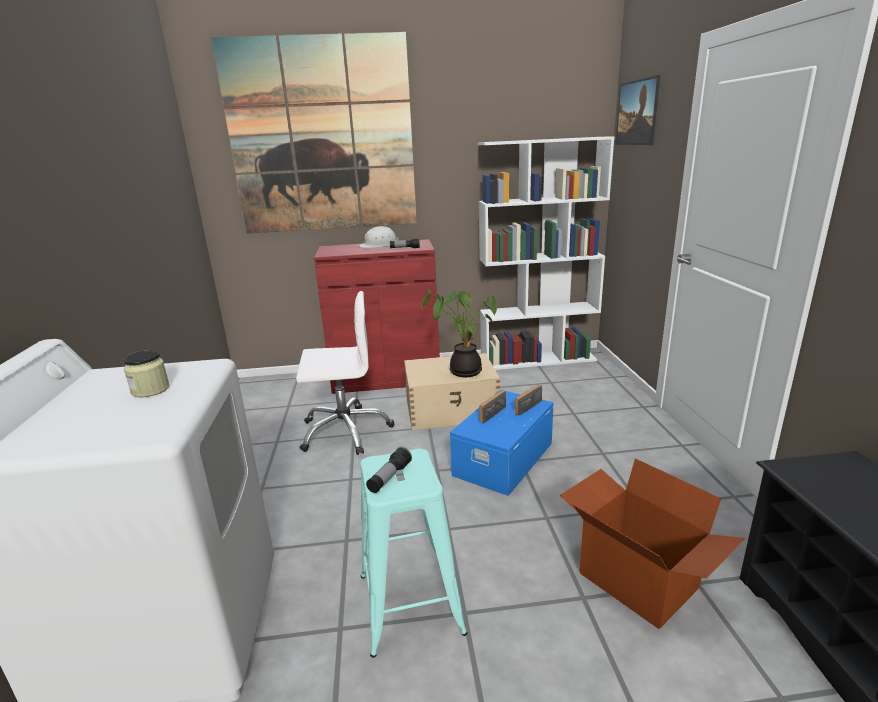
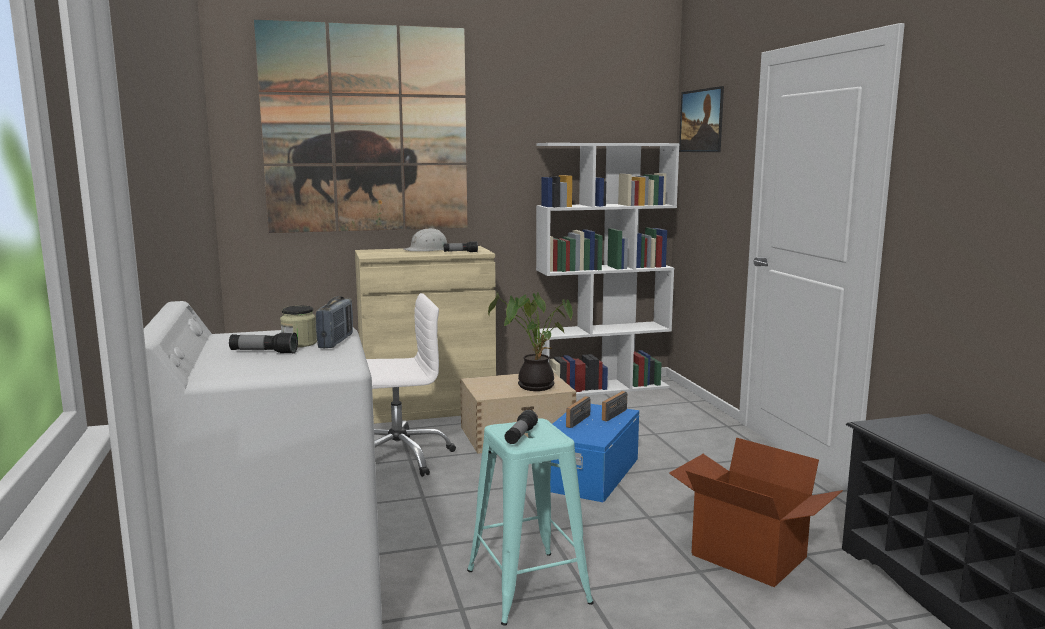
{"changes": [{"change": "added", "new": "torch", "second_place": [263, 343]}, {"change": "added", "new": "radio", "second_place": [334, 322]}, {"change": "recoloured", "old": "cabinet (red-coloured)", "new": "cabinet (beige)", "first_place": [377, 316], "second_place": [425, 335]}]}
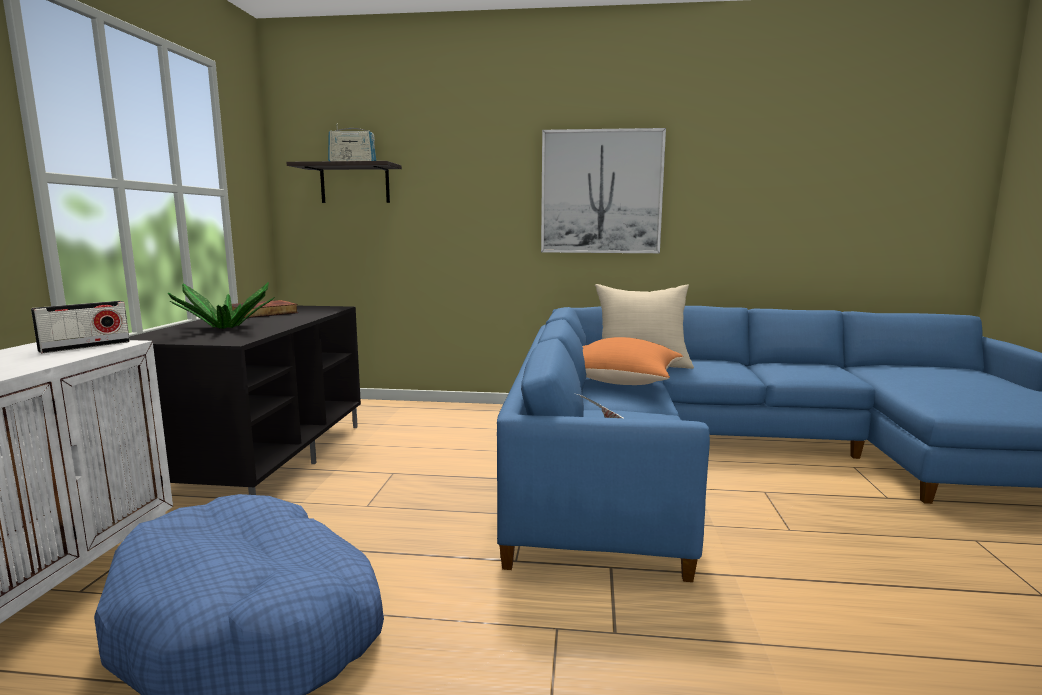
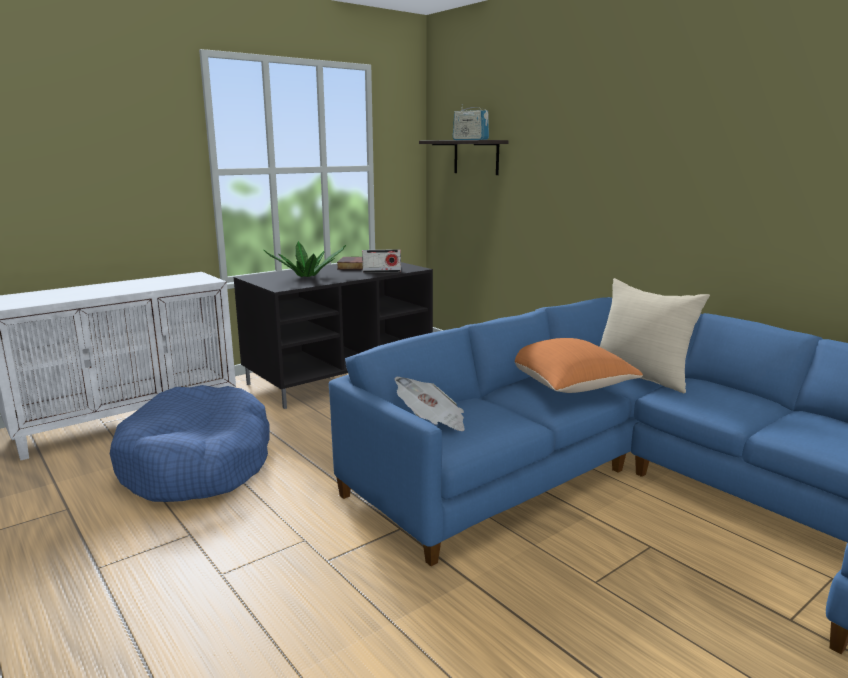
{"changes": [{"change": "moved", "old": "radio", "first_place": [80, 327], "second_place": [381, 261]}, {"change": "removed", "old": "picture", "first_place": [603, 190]}]}
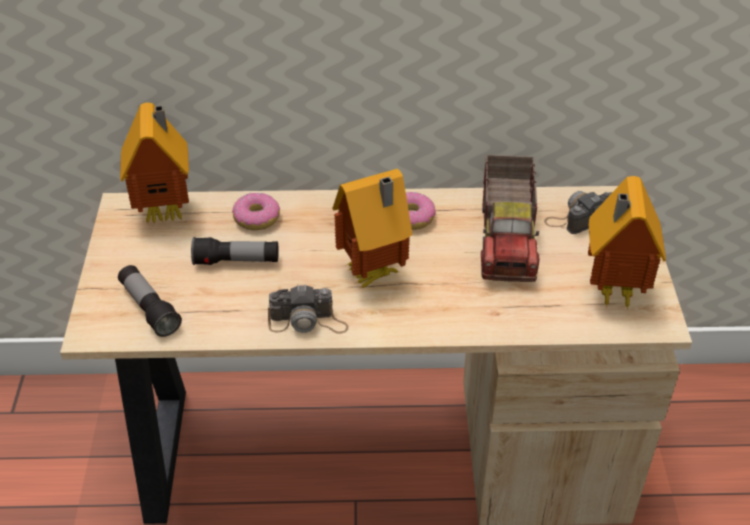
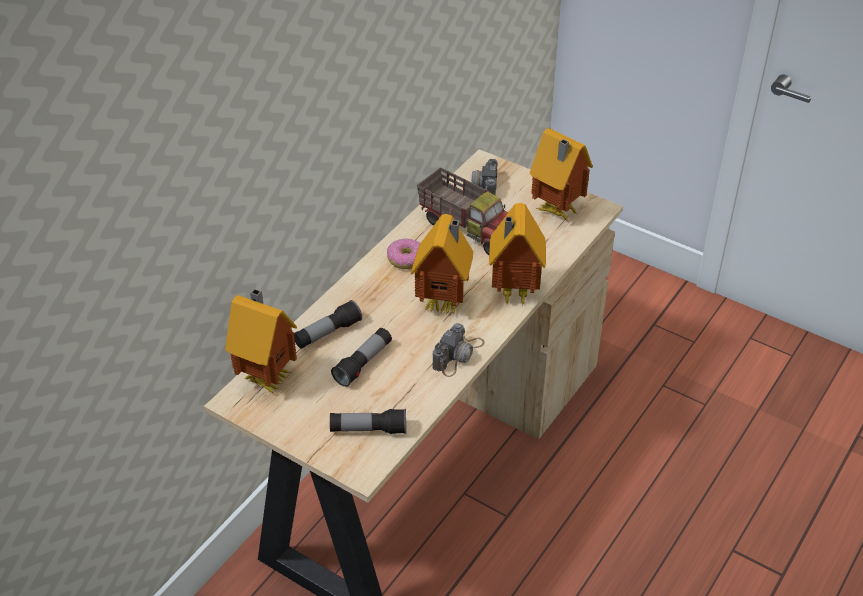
{"changes": [{"change": "replaced", "old": "ring doughnut", "new": "torch", "first_place": [256, 211], "second_place": [328, 324]}, {"change": "added", "new": "model house", "second_place": [517, 254]}]}
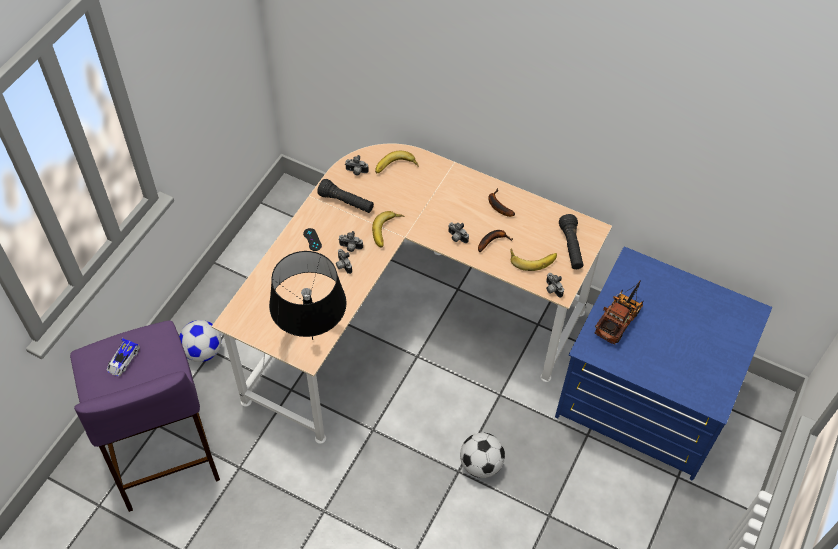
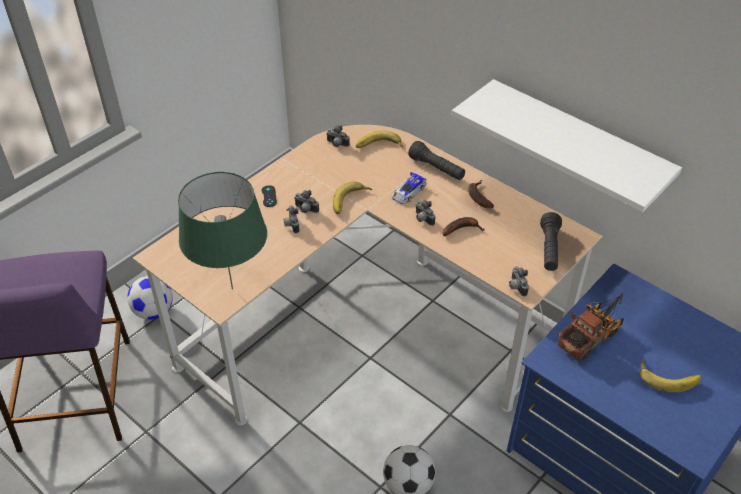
{"changes": [{"change": "recoloured", "old": "tabletop lamp (blackish)", "new": "tabletop lamp (green)", "first_place": [308, 295], "second_place": [222, 230]}, {"change": "moved", "old": "model car", "first_place": [123, 357], "second_place": [409, 188]}, {"change": "moved", "old": "torch (blackish)", "first_place": [345, 196], "second_place": [436, 160]}, {"change": "added", "new": "shelf (white)", "second_place": [566, 145]}, {"change": "moved", "old": "banana fruit", "first_place": [533, 259], "second_place": [670, 375]}]}
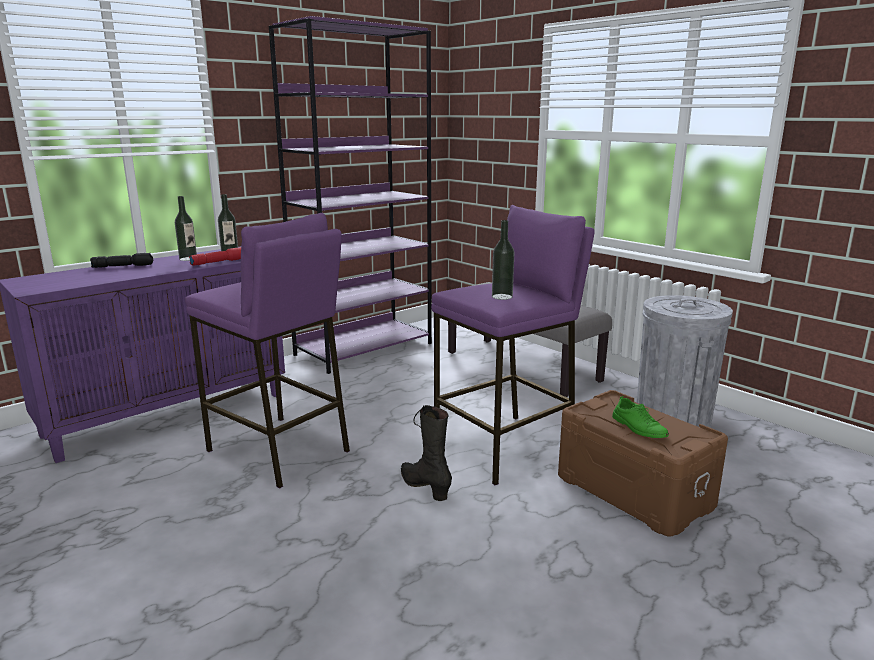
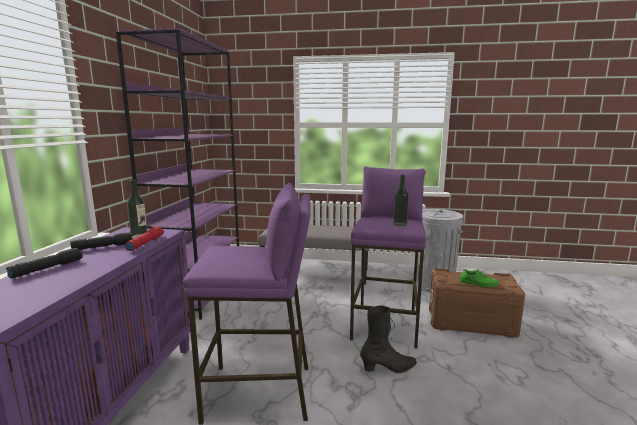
{"changes": [{"change": "replaced", "old": "drink bottle", "new": "torch (blackish)", "first_place": [186, 228], "second_place": [101, 241]}, {"change": "turned", "old": "boot (blackish)", "first_place": [426, 453], "second_place": [388, 339], "degrees": 150}]}
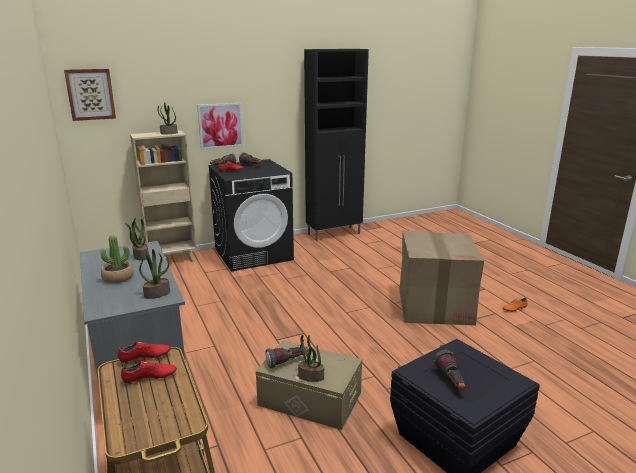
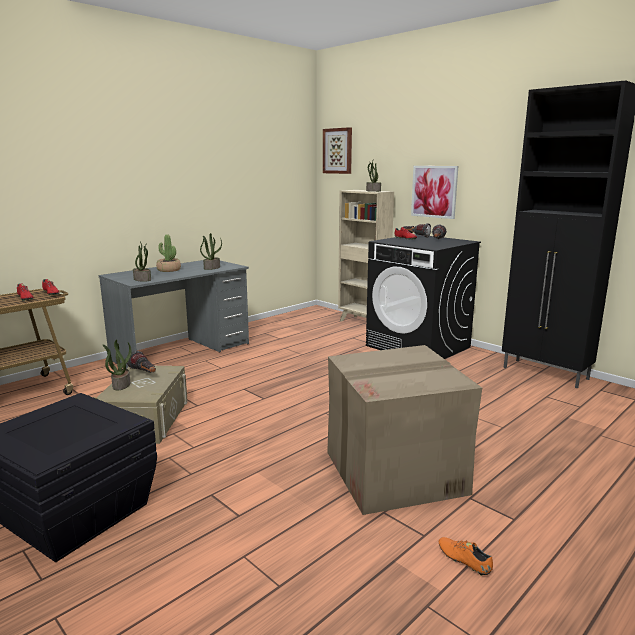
{"changes": [{"change": "removed", "old": "torch", "first_place": [449, 370]}]}
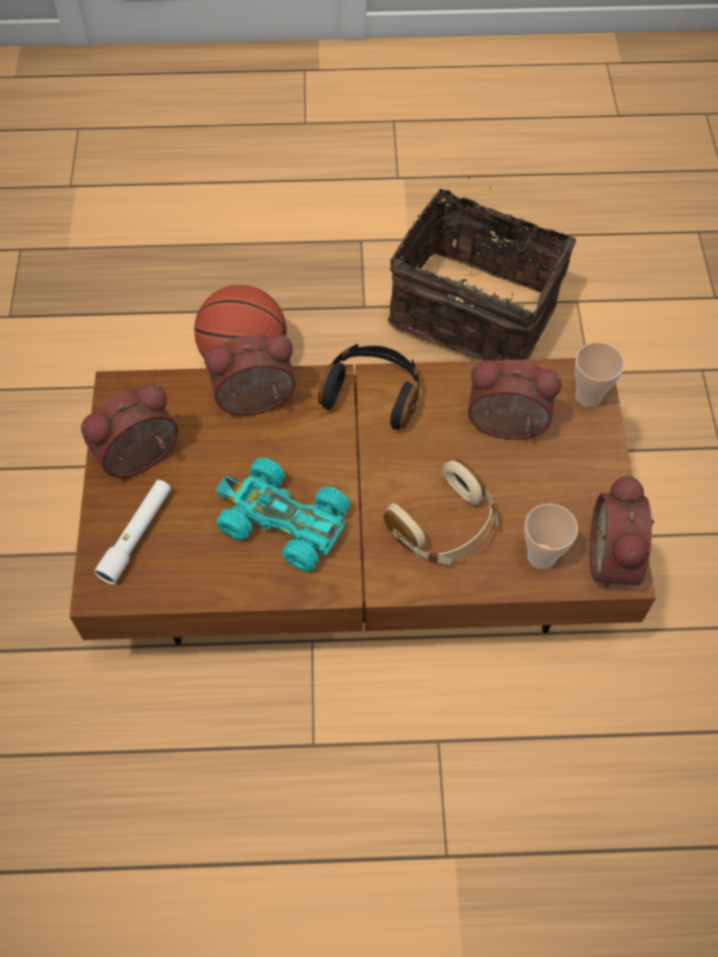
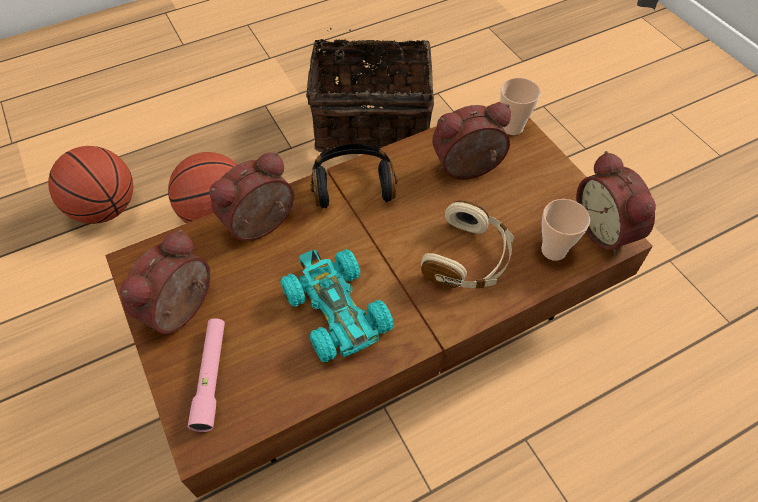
{"changes": [{"change": "added", "new": "basketball ball", "second_place": [90, 185]}, {"change": "recoloured", "old": "torch (white)", "new": "torch (pinkish)", "first_place": [132, 532], "second_place": [206, 375]}, {"change": "turned", "old": "model car (turquoise-coloured)", "first_place": [283, 515], "second_place": [337, 305], "degrees": 60}]}
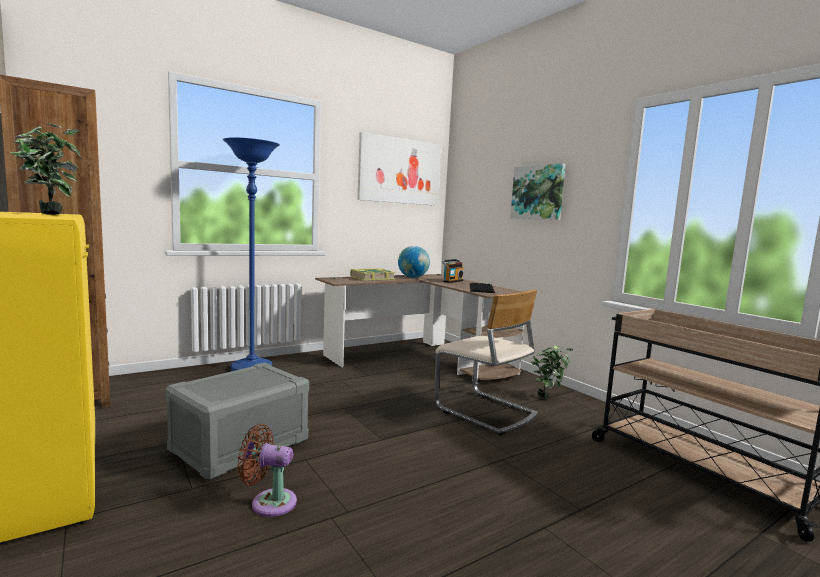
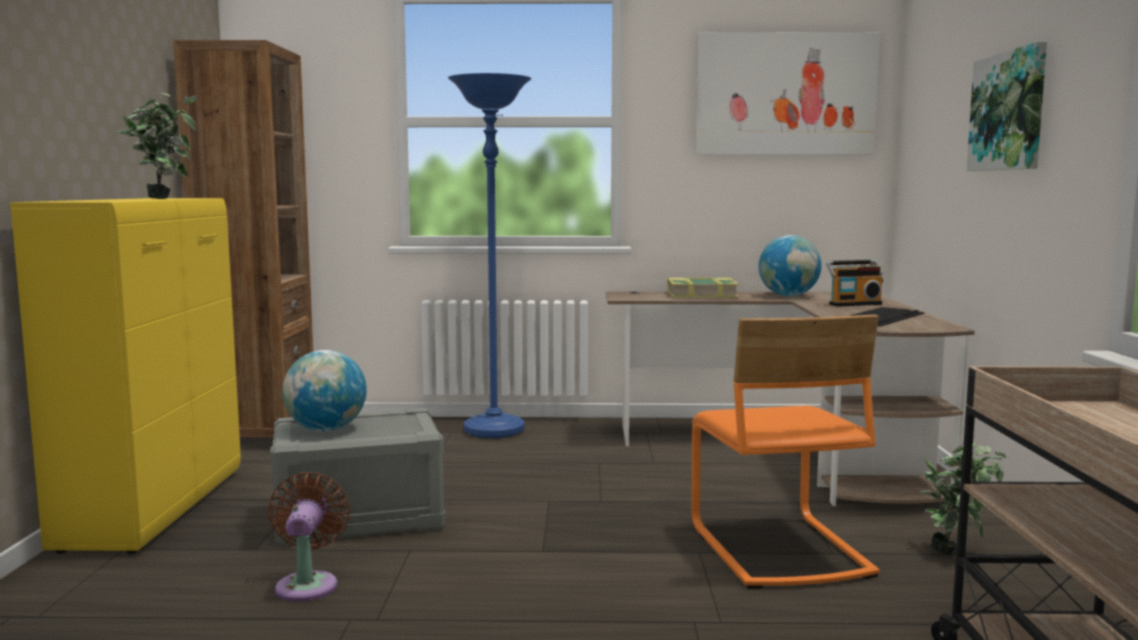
{"changes": [{"change": "turned", "old": "fan (brownish)", "first_place": [267, 470], "second_place": [309, 536], "degrees": 45}, {"change": "added", "new": "globe", "second_place": [324, 390]}, {"change": "recoloured", "old": "plain chair (beige)", "new": "plain chair (orange-coloured)", "first_place": [486, 362], "second_place": [785, 452]}]}
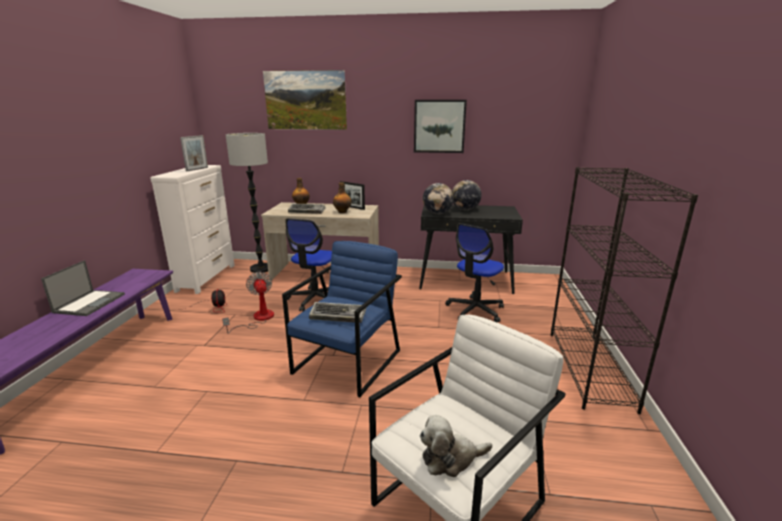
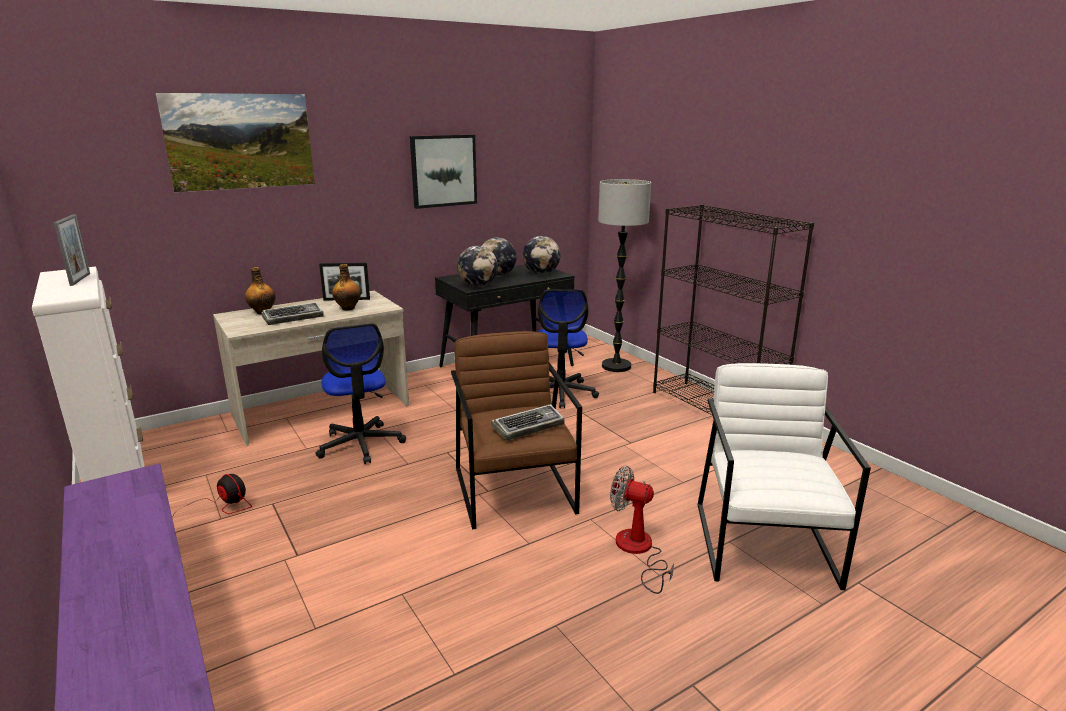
{"changes": [{"change": "recoloured", "old": "easy chair (bluish)", "new": "easy chair (brownish)", "first_place": [342, 319], "second_place": [516, 430]}, {"change": "added", "new": "globe", "second_place": [541, 255]}, {"change": "moved", "old": "standard lamp", "first_place": [247, 203], "second_place": [624, 275]}, {"change": "moved", "old": "fan", "first_place": [248, 303], "second_place": [642, 530]}, {"change": "removed", "old": "laptop", "first_place": [83, 288]}, {"change": "removed", "old": "cuddly toy", "first_place": [456, 446]}]}
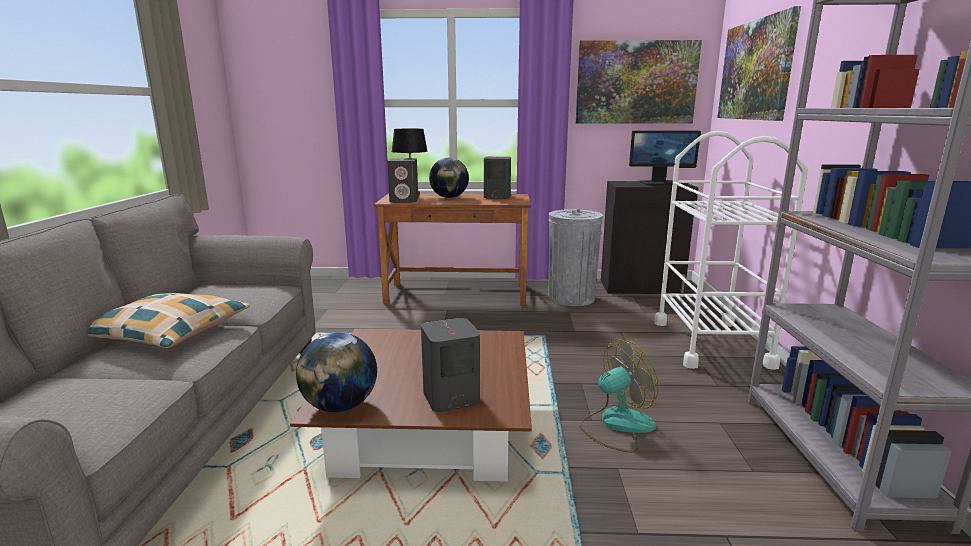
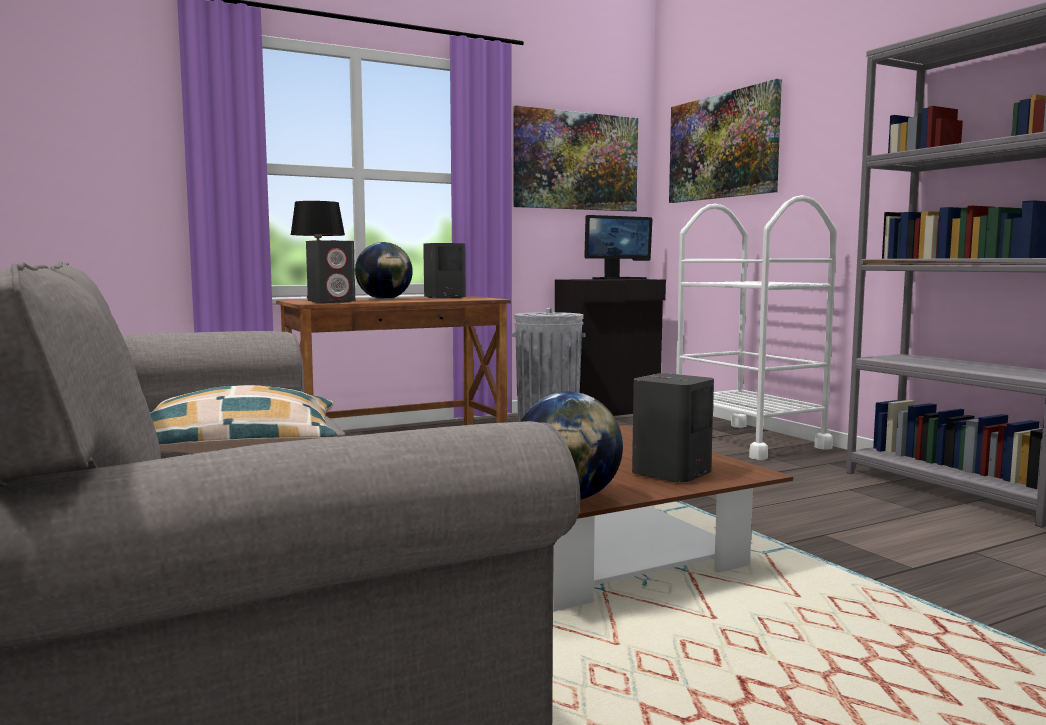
{"changes": [{"change": "removed", "old": "fan", "first_place": [619, 395]}]}
